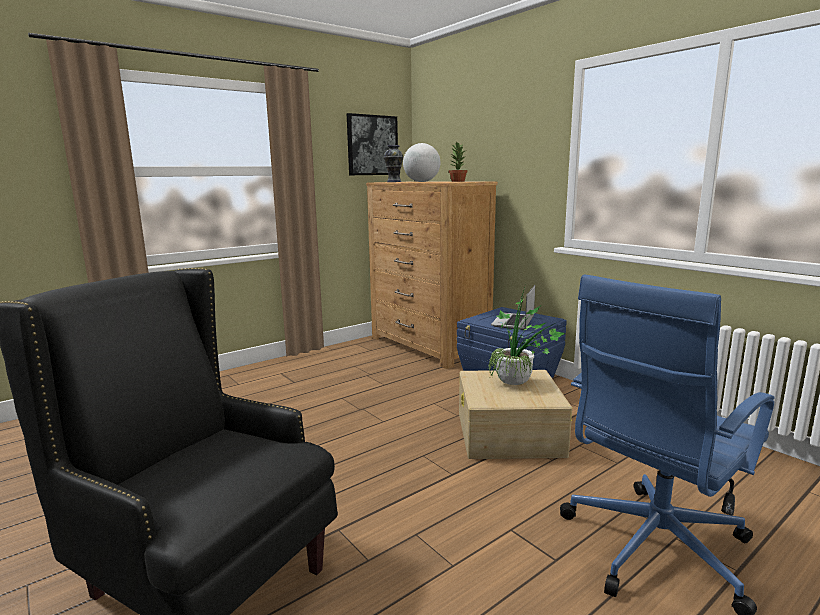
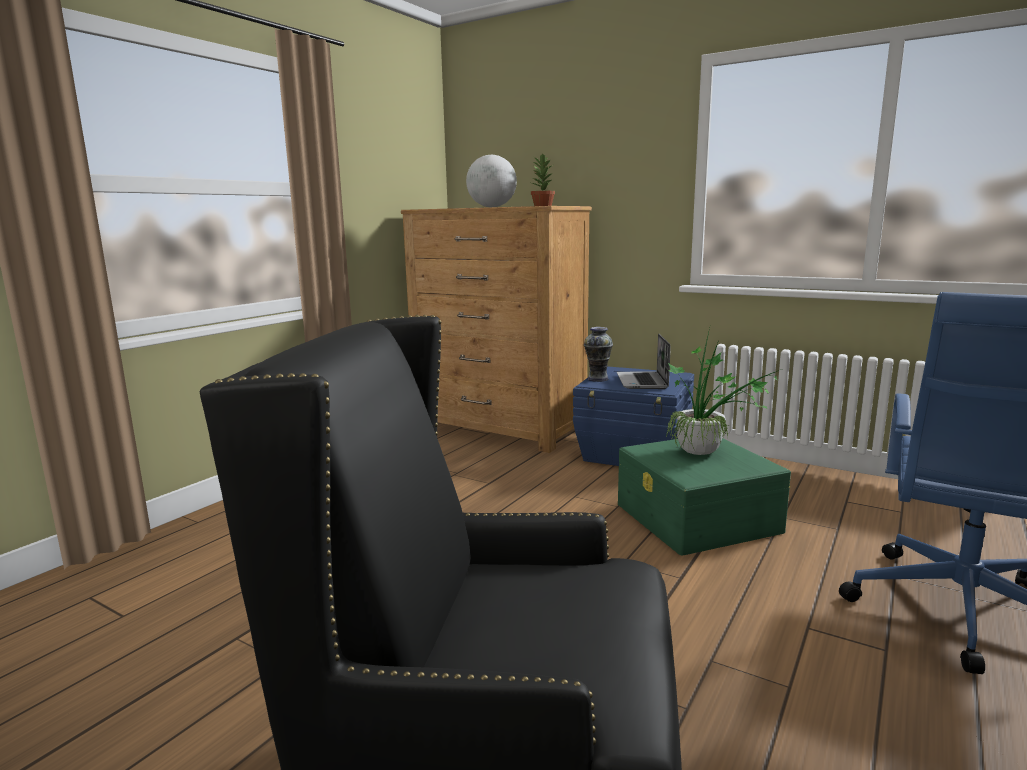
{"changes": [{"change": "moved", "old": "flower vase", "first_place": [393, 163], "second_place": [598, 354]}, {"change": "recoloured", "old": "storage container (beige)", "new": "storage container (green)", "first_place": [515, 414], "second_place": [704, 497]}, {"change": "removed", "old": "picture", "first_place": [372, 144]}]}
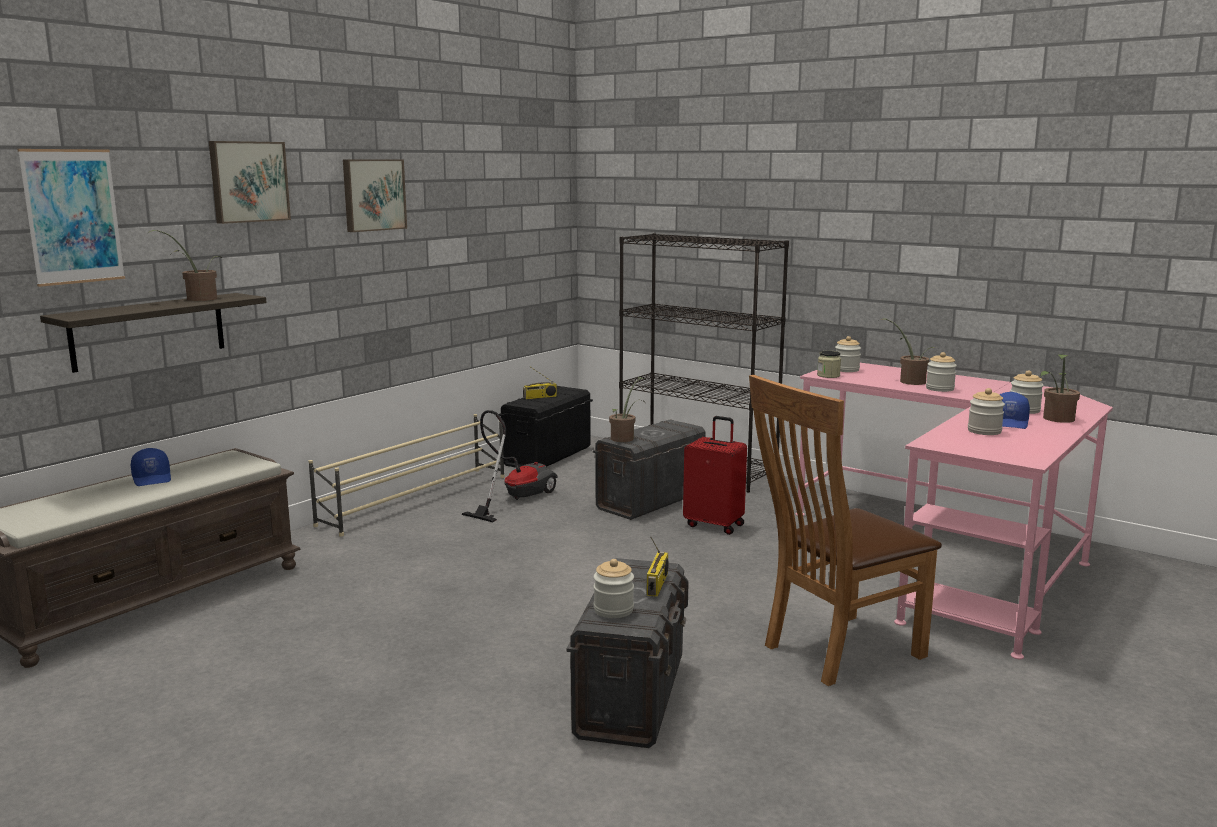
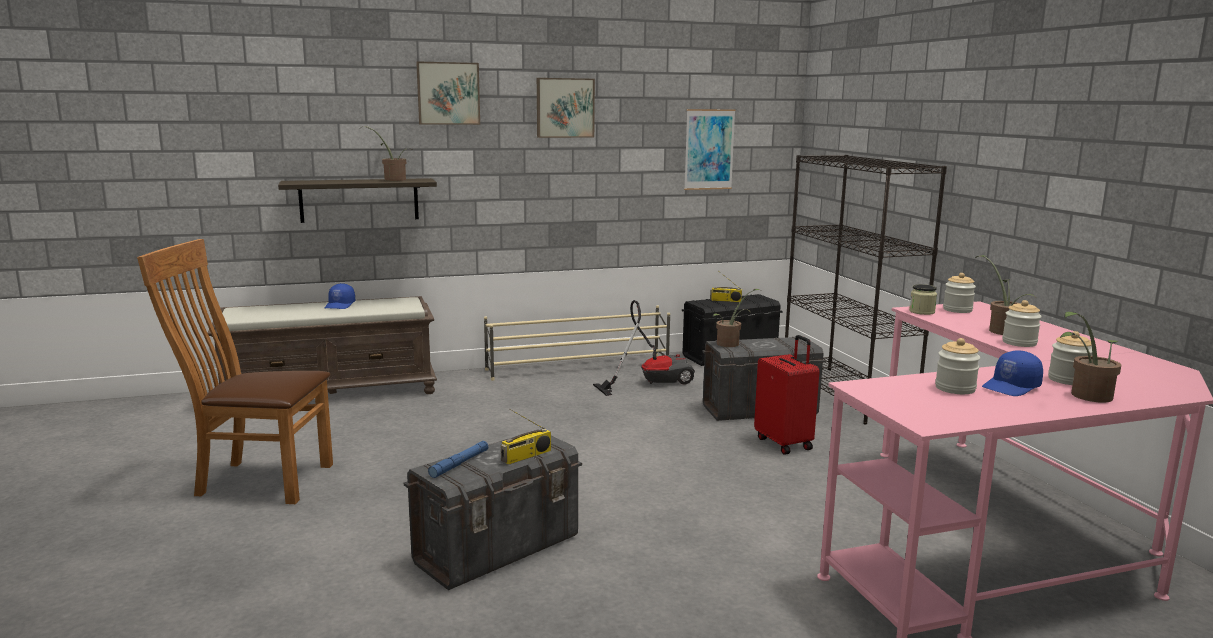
{"changes": [{"change": "moved", "old": "plain chair (brownish)", "first_place": [845, 530], "second_place": [235, 371]}, {"change": "replaced", "old": "preserve jar", "new": "torch (bluish)", "first_place": [614, 588], "second_place": [458, 459]}, {"change": "moved", "old": "picture", "first_place": [71, 218], "second_place": [710, 149]}]}
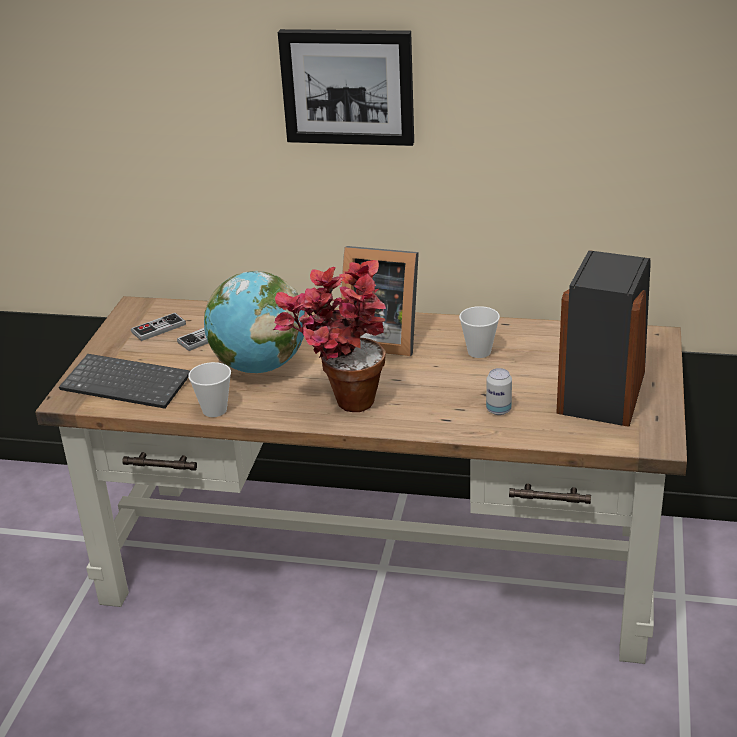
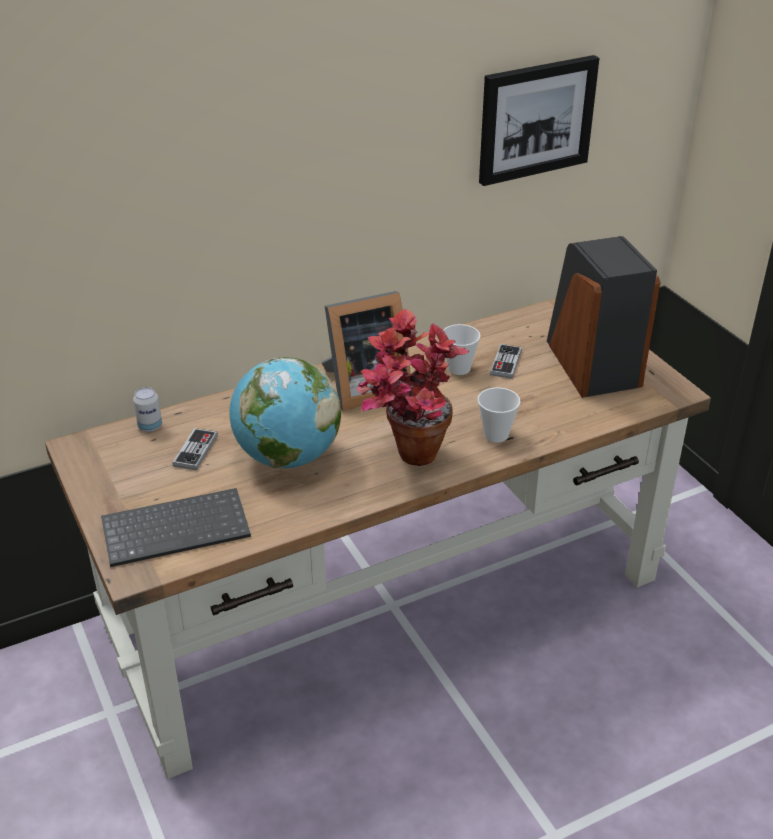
{"changes": [{"change": "moved", "old": "can", "first_place": [499, 391], "second_place": [147, 409]}, {"change": "moved", "old": "small cup", "first_place": [209, 389], "second_place": [499, 415]}, {"change": "moved", "old": "picture", "first_place": [346, 87], "second_place": [539, 120]}, {"change": "moved", "old": "game controller", "first_place": [158, 327], "second_place": [506, 361]}]}
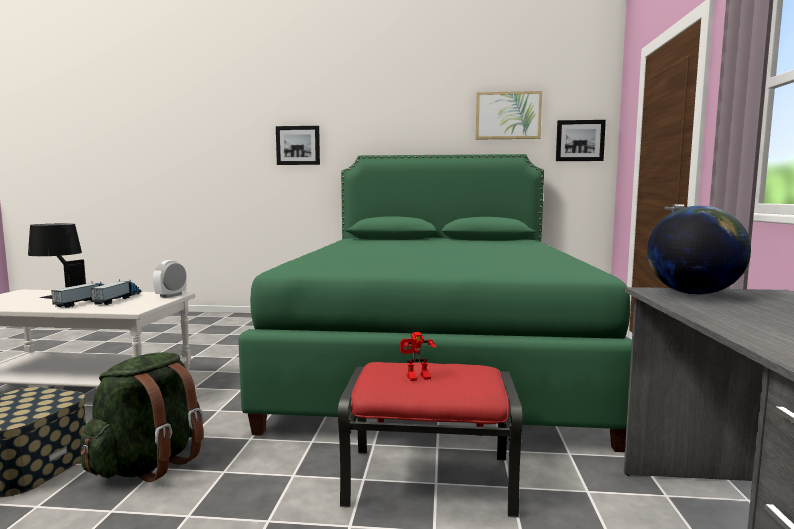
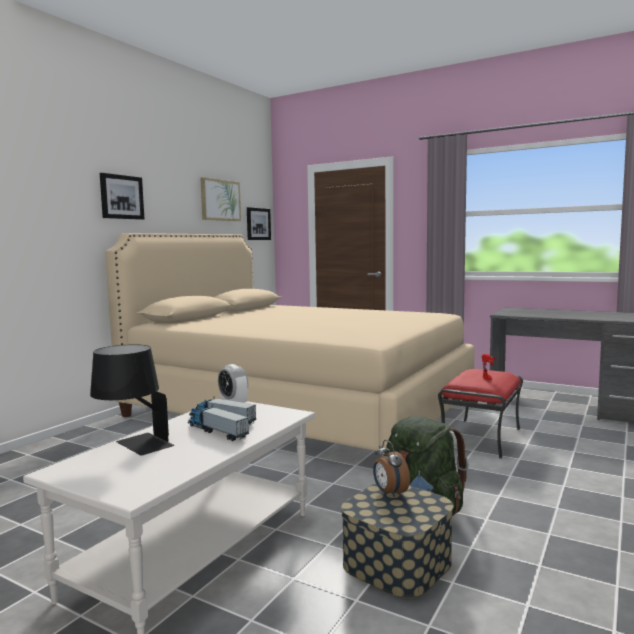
{"changes": [{"change": "moved", "old": "picture", "first_place": [298, 145], "second_place": [122, 196]}, {"change": "recoloured", "old": "sleeping bed (green)", "new": "sleeping bed (beige)", "first_place": [435, 303], "second_place": [290, 343]}, {"change": "added", "new": "bedside clock", "second_place": [391, 469]}, {"change": "removed", "old": "globe", "first_place": [699, 250]}]}
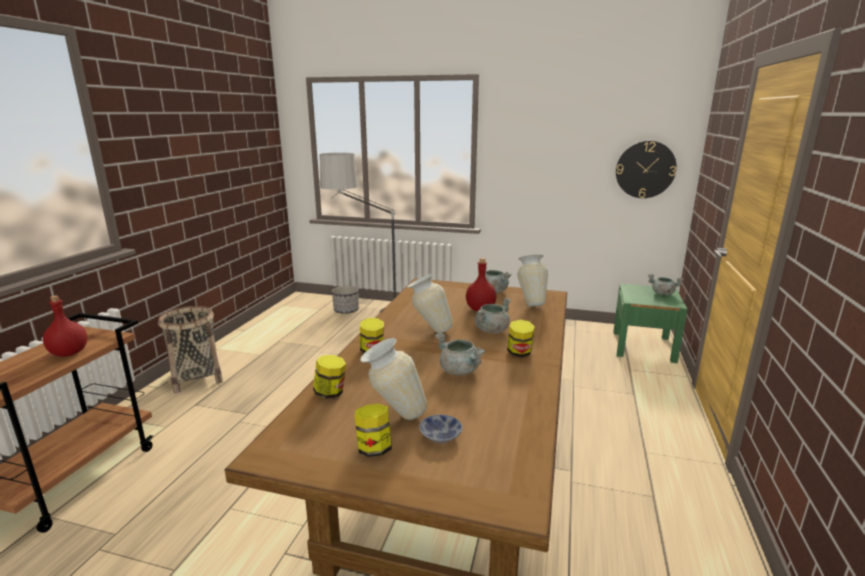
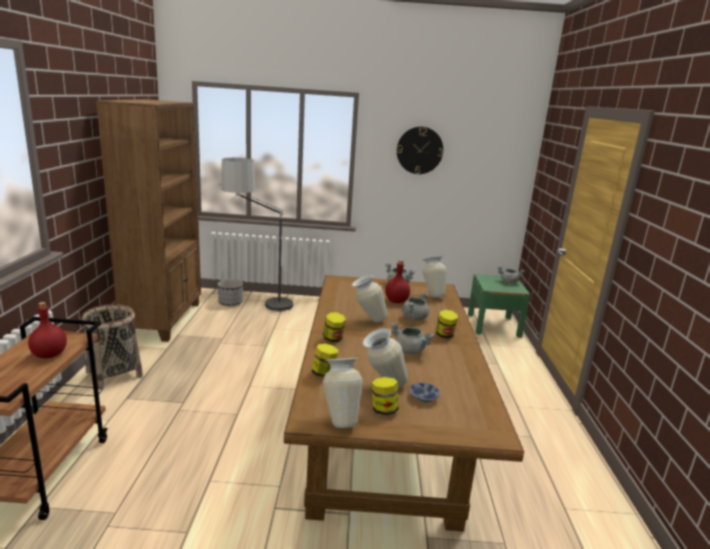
{"changes": [{"change": "added", "new": "bookshelf (brownish)", "second_place": [148, 220]}, {"change": "added", "new": "flower vase", "second_place": [343, 393]}, {"change": "moved", "old": "hanging clock", "first_place": [646, 169], "second_place": [420, 150]}]}
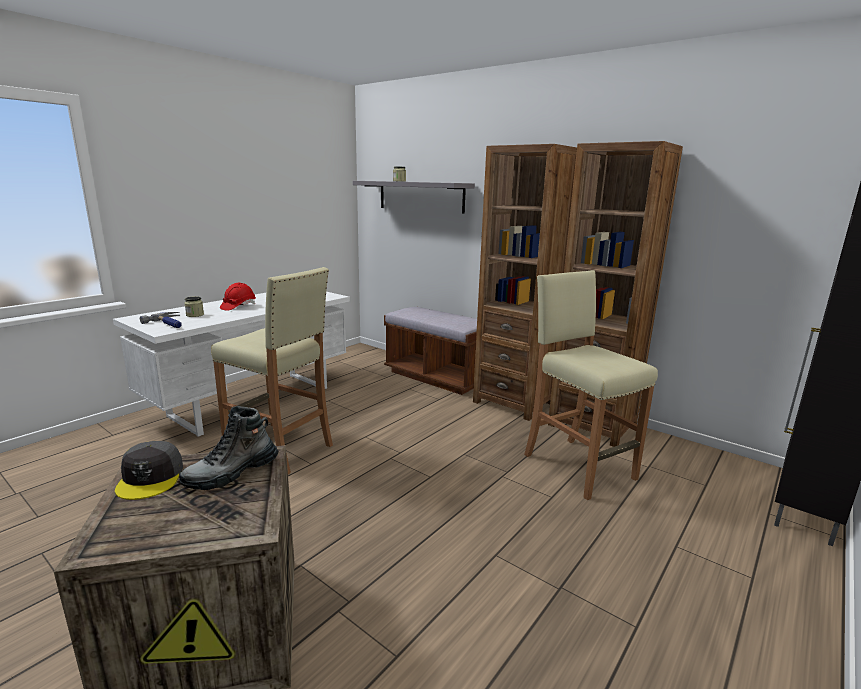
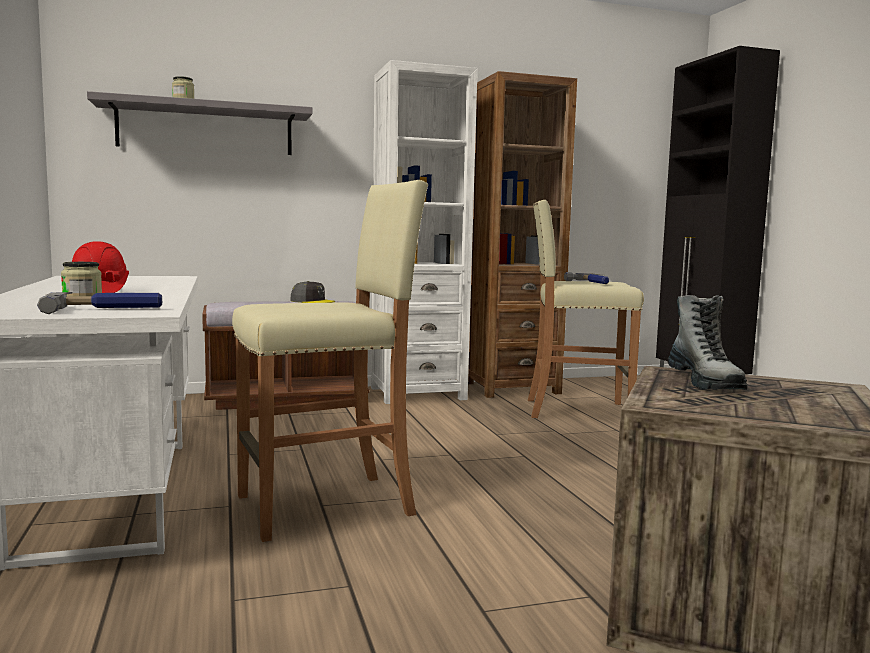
{"changes": [{"change": "moved", "old": "peaked cap (gray)", "first_place": [149, 470], "second_place": [312, 292]}, {"change": "recoloured", "old": "bookshelf (brownish)", "new": "bookshelf (white)", "first_place": [525, 282], "second_place": [424, 232]}, {"change": "added", "new": "hammer", "second_place": [586, 278]}]}
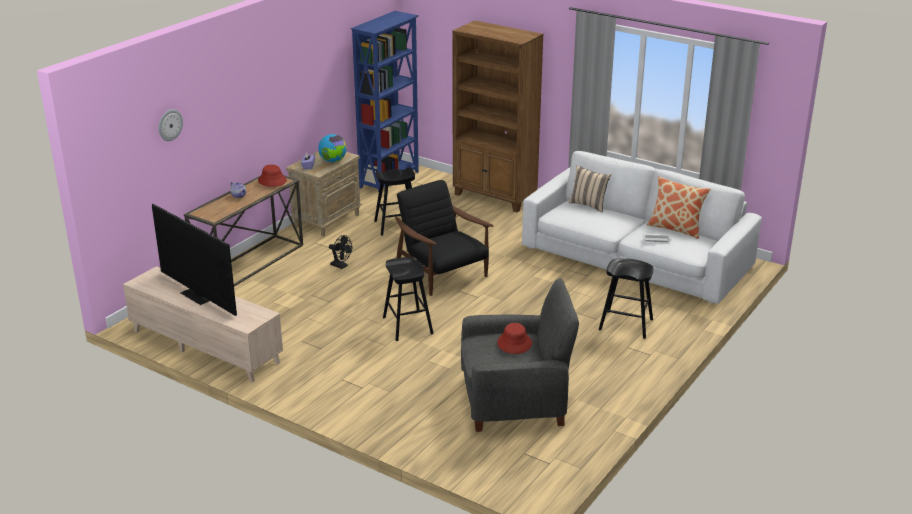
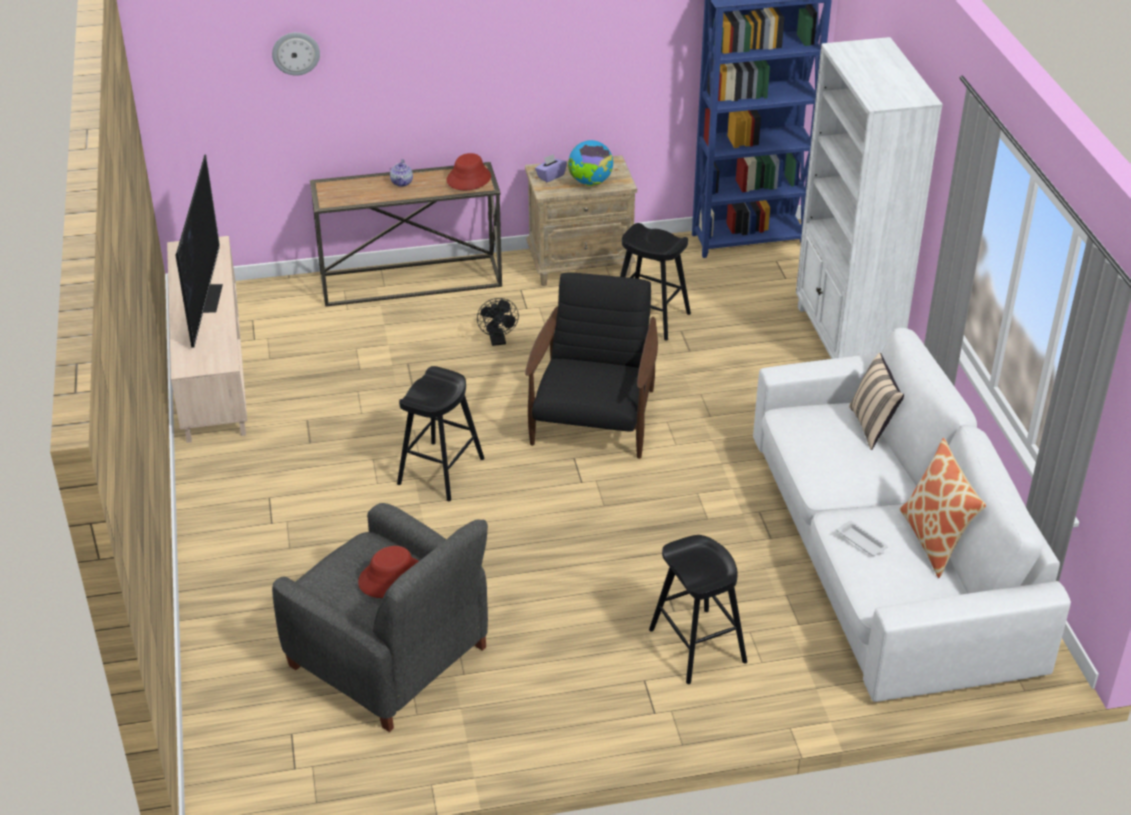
{"changes": [{"change": "recoloured", "old": "bookshelf (brownish)", "new": "bookshelf (white)", "first_place": [498, 117], "second_place": [869, 198]}]}
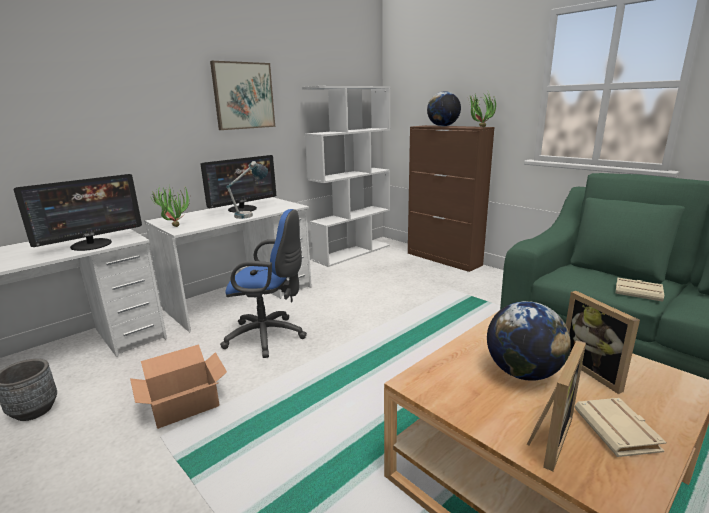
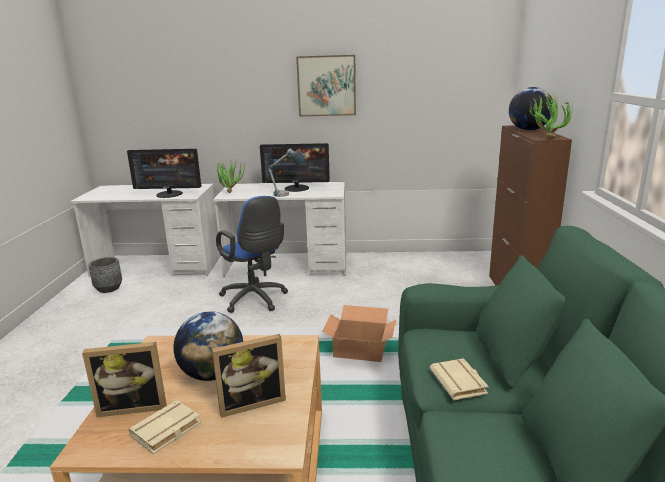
{"changes": [{"change": "turned", "old": "standing frame", "first_place": [603, 342], "second_place": [249, 376], "degrees": -135}, {"change": "moved", "old": "packing box", "first_place": [178, 386], "second_place": [359, 333]}, {"change": "removed", "old": "bookshelf (white)", "first_place": [346, 176]}]}
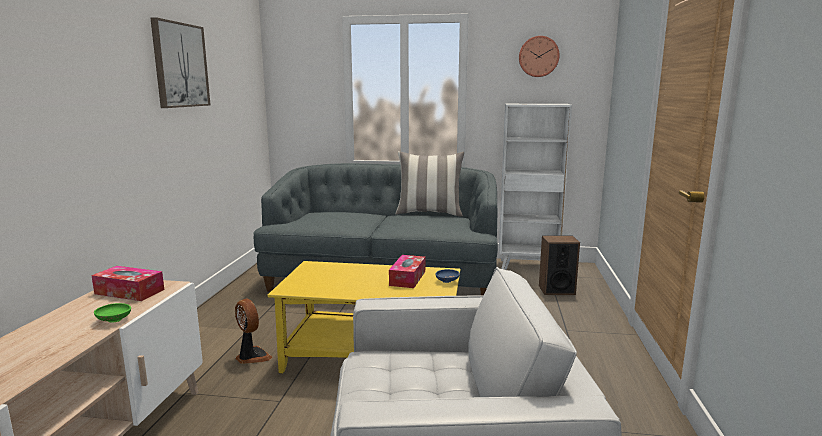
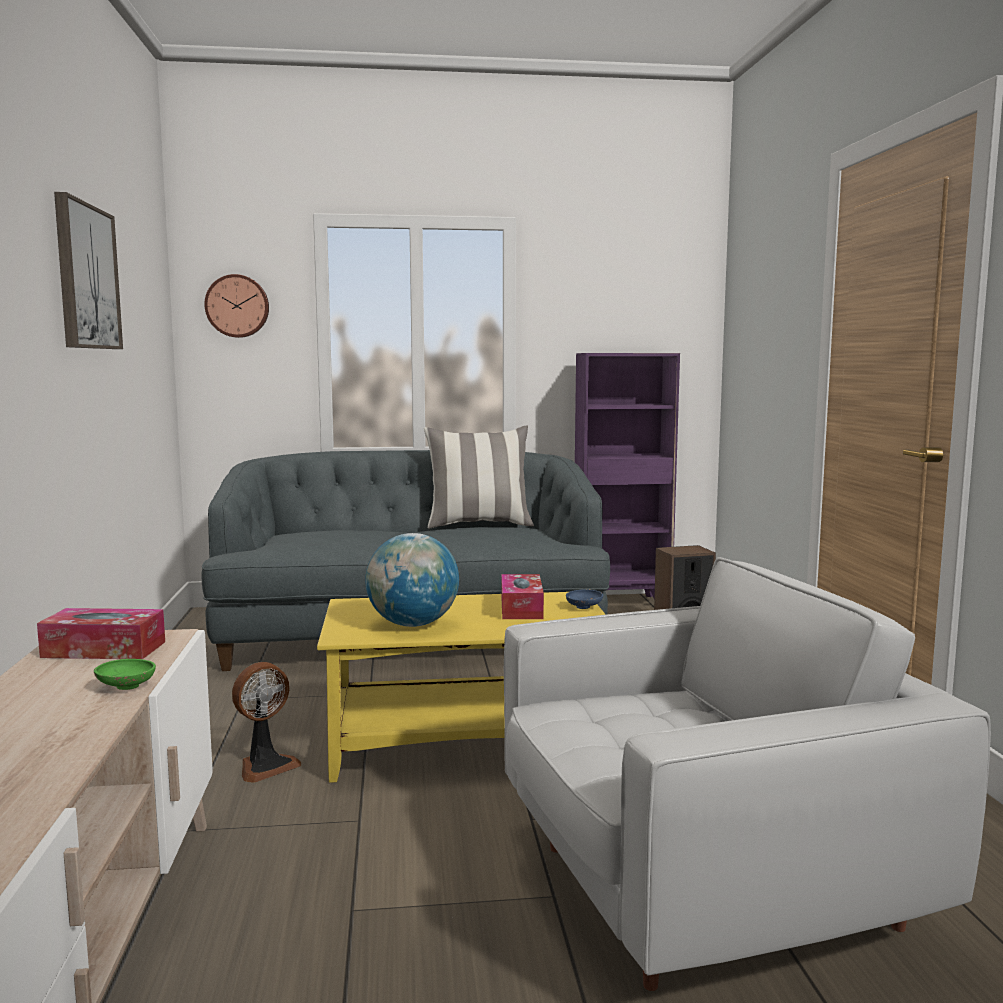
{"changes": [{"change": "moved", "old": "hanging clock", "first_place": [539, 56], "second_place": [236, 306]}, {"change": "turned", "old": "fan", "first_place": [254, 331], "second_place": [267, 722], "degrees": 105}, {"change": "added", "new": "globe", "second_place": [412, 580]}, {"change": "recoloured", "old": "bookshelf (white)", "new": "bookshelf (purple)", "first_place": [535, 187], "second_place": [627, 476]}]}
